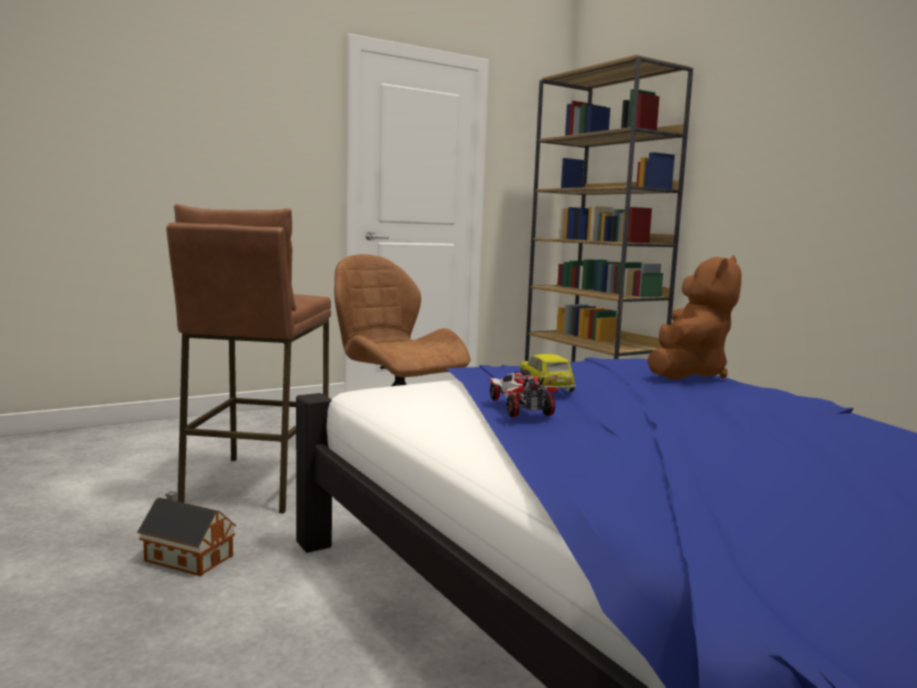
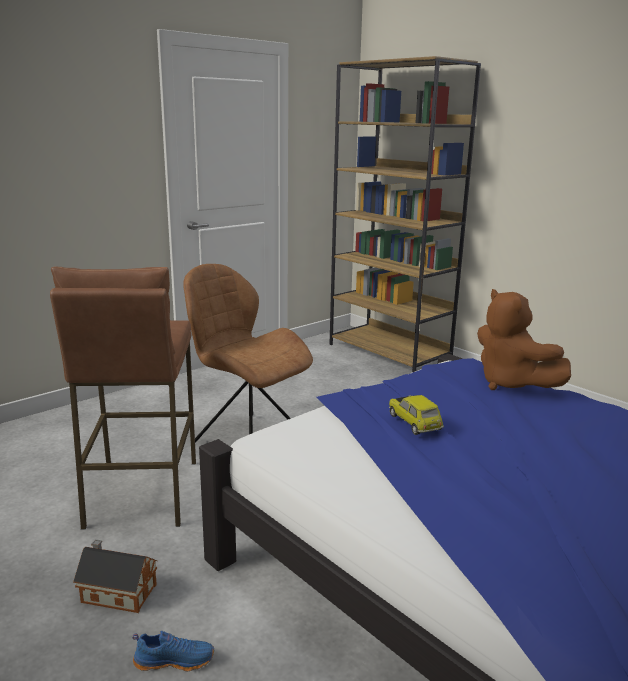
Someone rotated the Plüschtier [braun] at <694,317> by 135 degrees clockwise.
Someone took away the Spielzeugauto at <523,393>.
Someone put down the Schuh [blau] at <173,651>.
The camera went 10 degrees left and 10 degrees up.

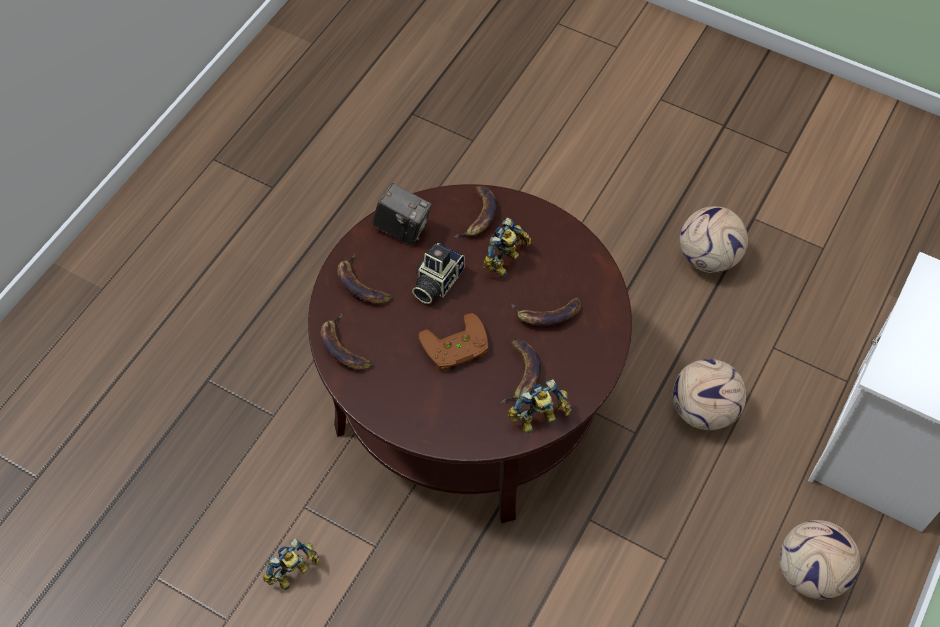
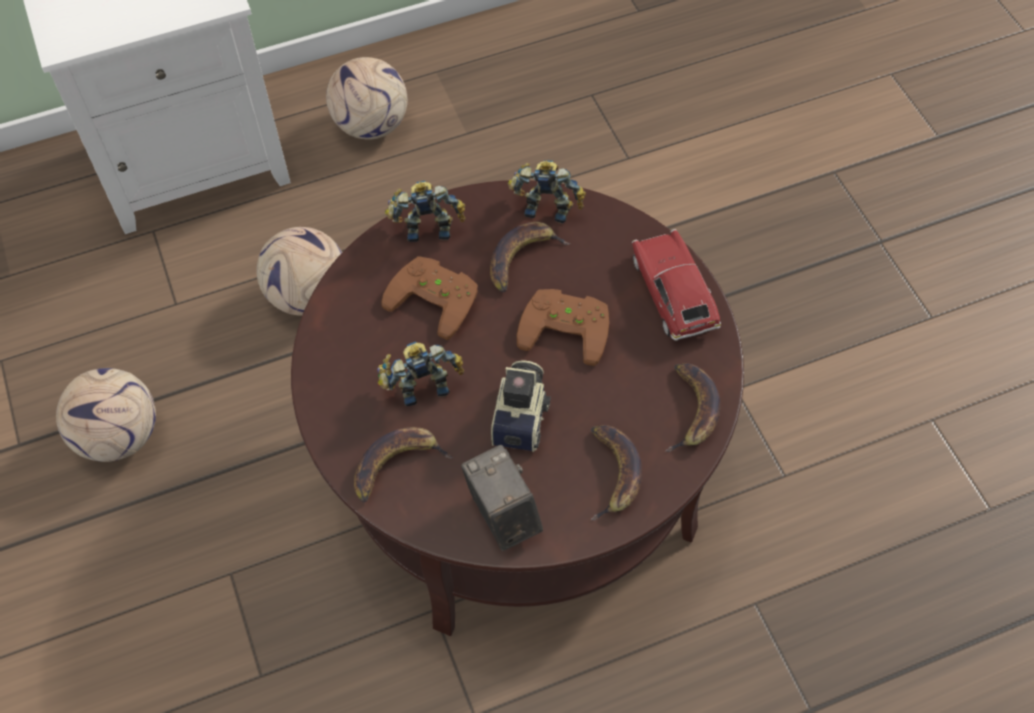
Someone rotated the Kamera at <438,273> by 60 degrees counterclockwise.
Someone swapped the Banane at <546,311> for the Gamepad [braun] at <429,298>.
Someone carried the Spielzeugroboter from <291,564> to <425,211>.
Someone put down the Spielzeugauto at <676,285>.
The camera went 140 degrees left and 0 degrees up.

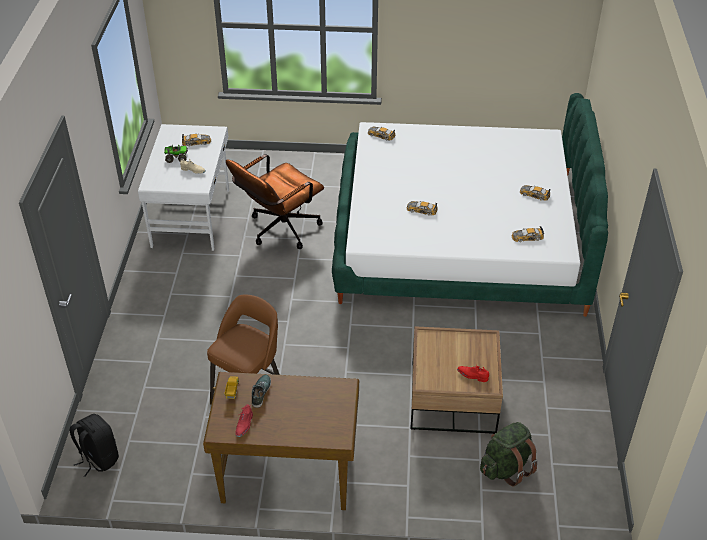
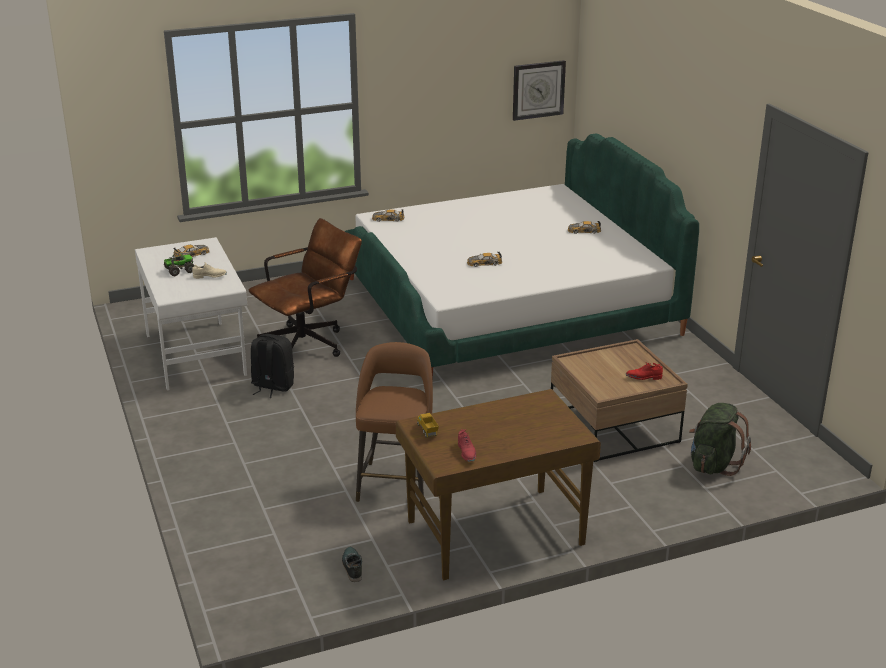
Someone rotated the Bürostuhl [braun] at <275,201> by 150 degrees counterclockwise.
Someone took away the Spielzeugauto at <528,234>.
Someone carried the Schuh from <261,391> to <352,564>.
Someone carried the Rucksack [schwarz] from <94,445> to <272,366>.
Someone put up the Wanduhr at <539,90>.
The camera went 25 degrees left and 15 degrees down.

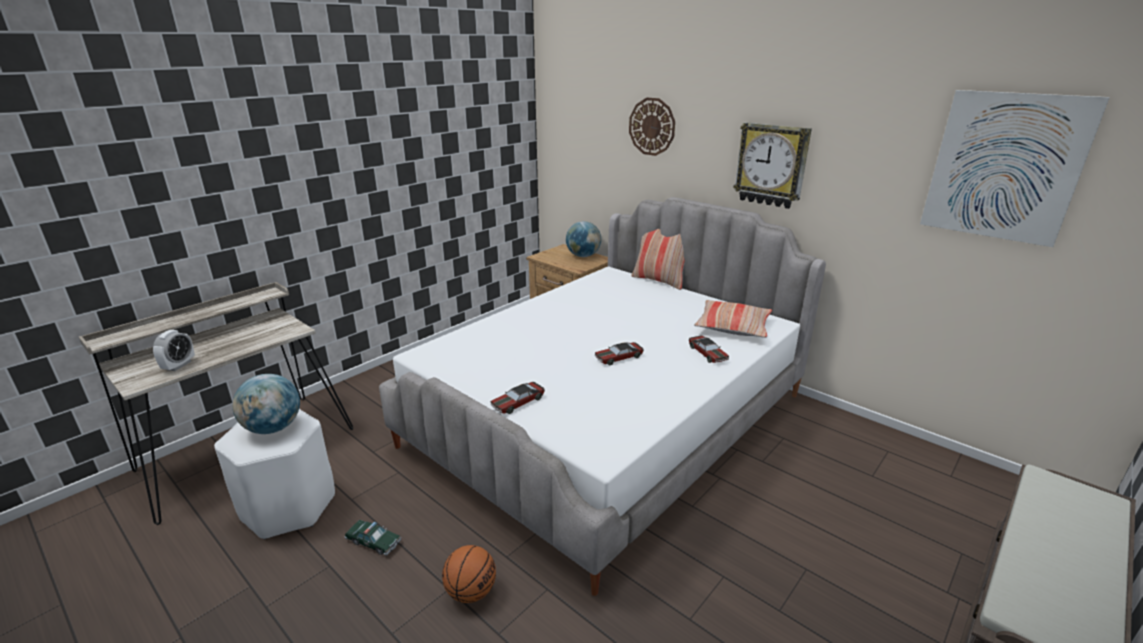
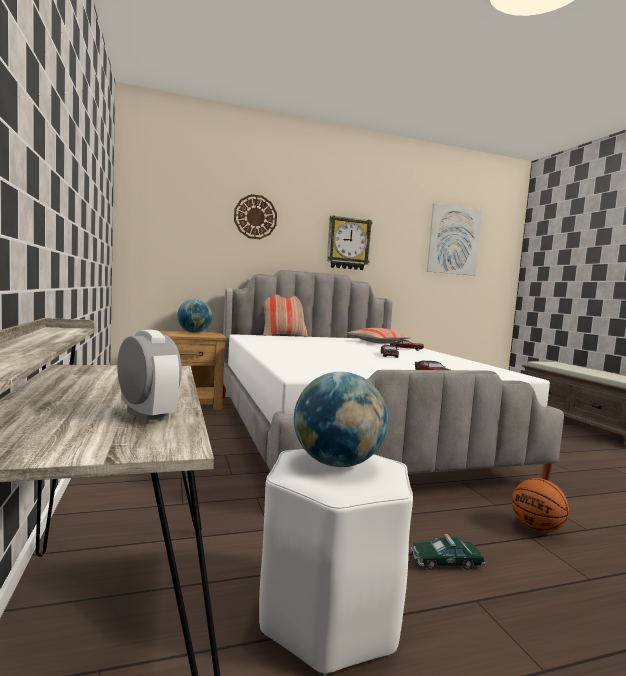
Someone rotated the Spielzeugauto at <372,538> by 150 degrees counterclockwise.
The camera went 60 degrees left and 20 degrees down.

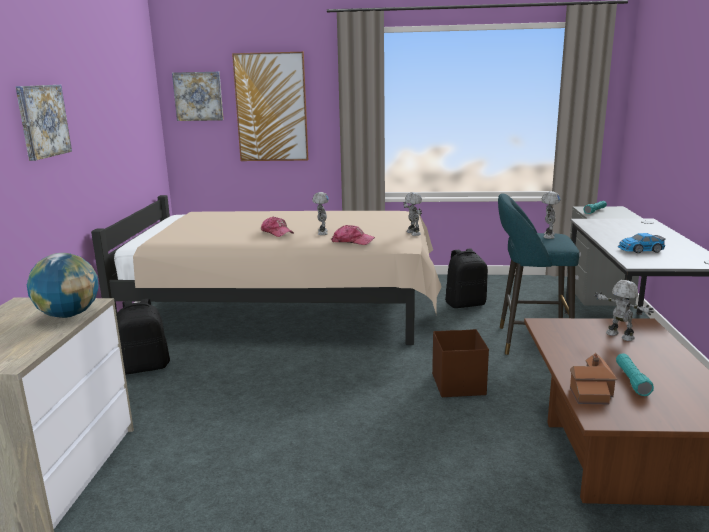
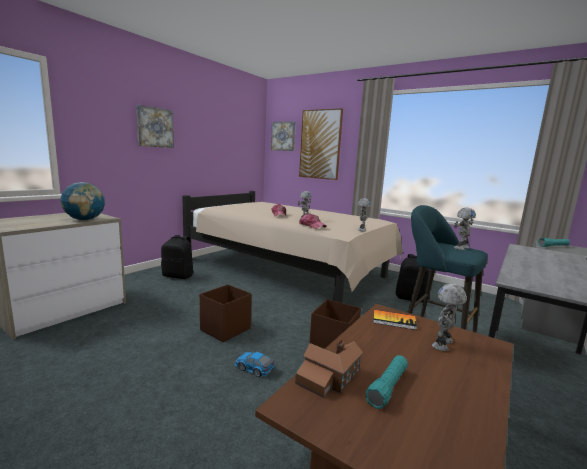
Someone carried the Spielzeugauto from <642,243> to <254,364>.
Someone rotated the Spielzeugroboter at <624,310> by 135 degrees counterclockwise.
Someone put down the Aufbewahrungsbox [braun] at <225,313>.
Someone put down the Buch at <395,320>.
The camera went 30 degrees right and 5 degrees down.

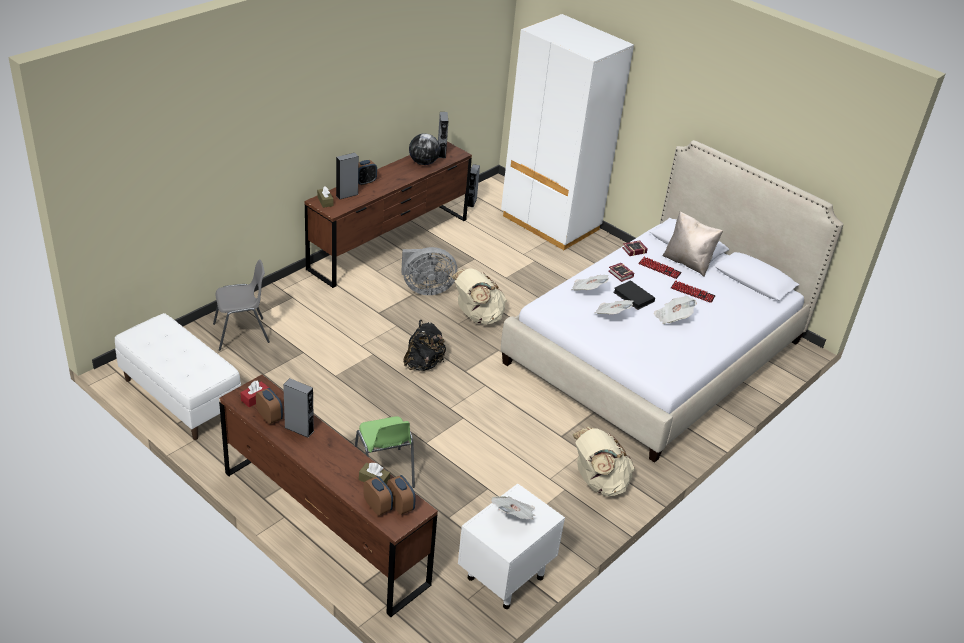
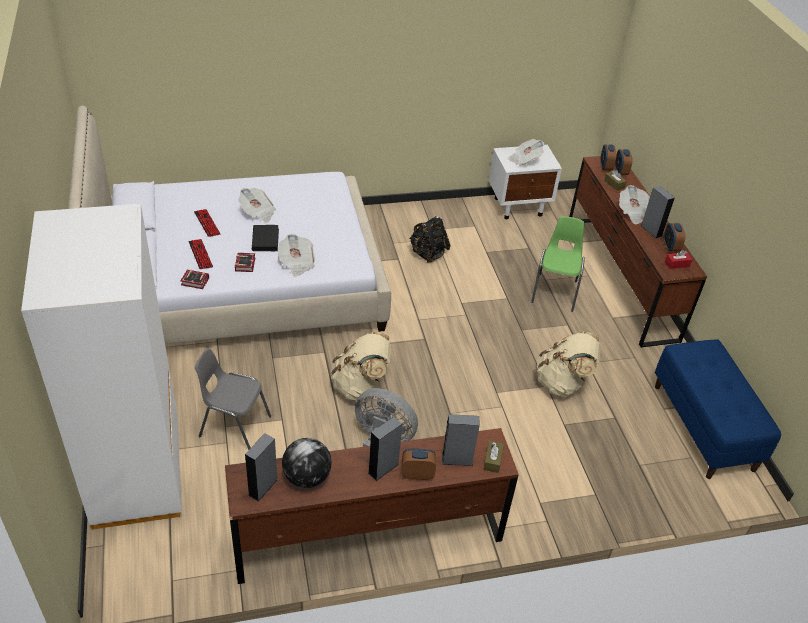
Someone carried the Lautsprecher [grau] from <474,185> to <385,449>.
Someone took away the Kissen [beige] at <692,244>.
Someone carried the Stuhl [grau] from <241,305> to <233,399>.
Someone carried the Zeitung from <614,307> to <634,204>.
Someone repainted the Bank [weiß] at <178,376>, which became the Bank [blau] at <718,409>.
Someone carried the Rucksack [schwarz] from <424,345> to <430,239>.
Someone carried the Rucksack [beige] from <603,461> to <569,364>.
The camera went 145 degrees left and 5 degrees up.

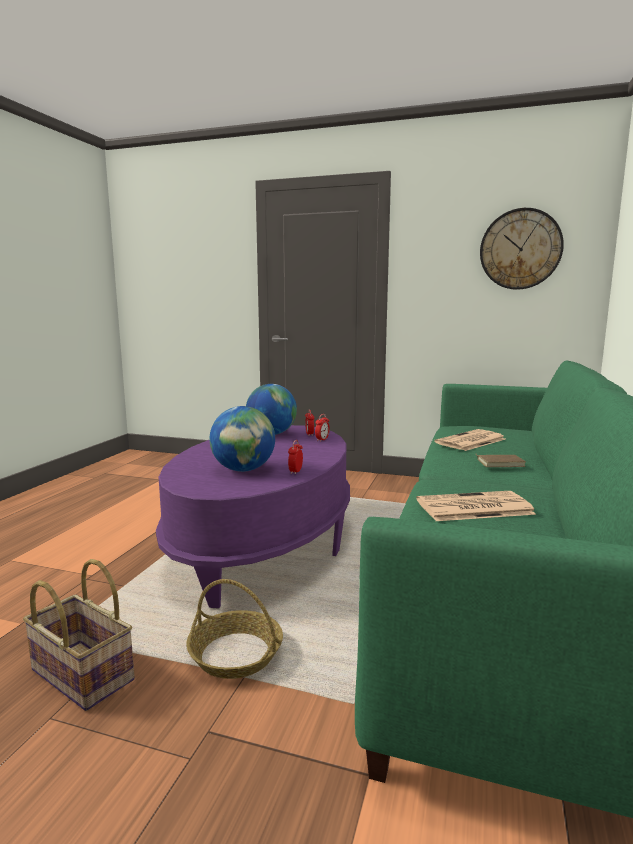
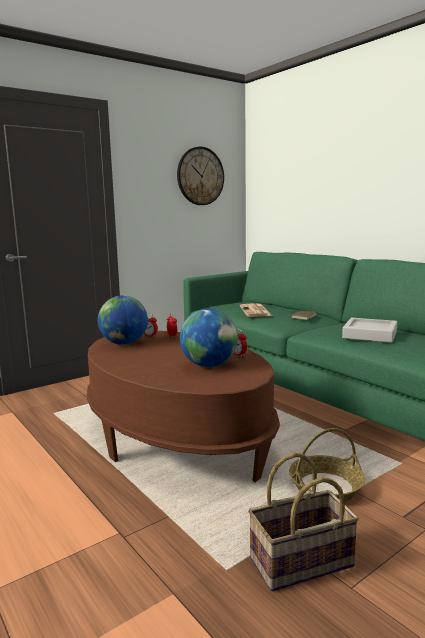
Someone repainted the Couchtisch [lila] at <253,516>, which became the Couchtisch [braun] at <183,406>.
Someone swapped the Zeitung at <476,506> for the Tablett [grau] at <369,330>.
The camera went 55 degrees left and 0 degrees up.

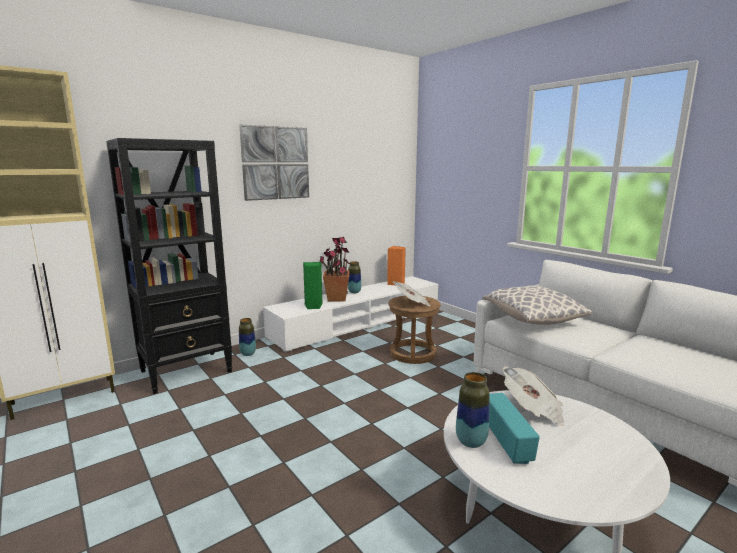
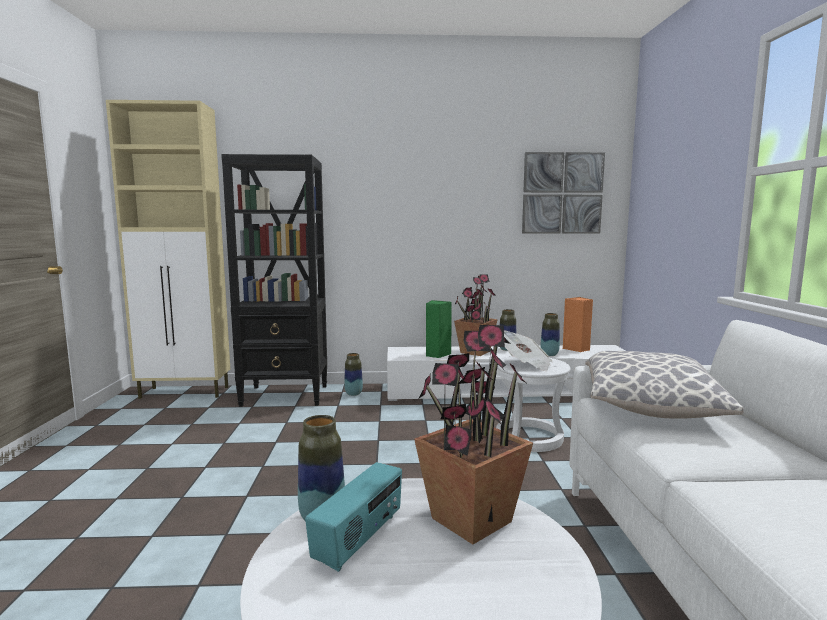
Someone carried the Bild from <274,162> to <563,193>.
Someone repainted the Hocker [braun] at <414,330>, which became the Hocker [weiß] at <533,404>.
Someone swapped the Zeitung at <533,396> for the Topfpflanze at <473,434>.
Someone put down the Vase at <550,334>.
The camera went 35 degrees right and 5 degrees down.

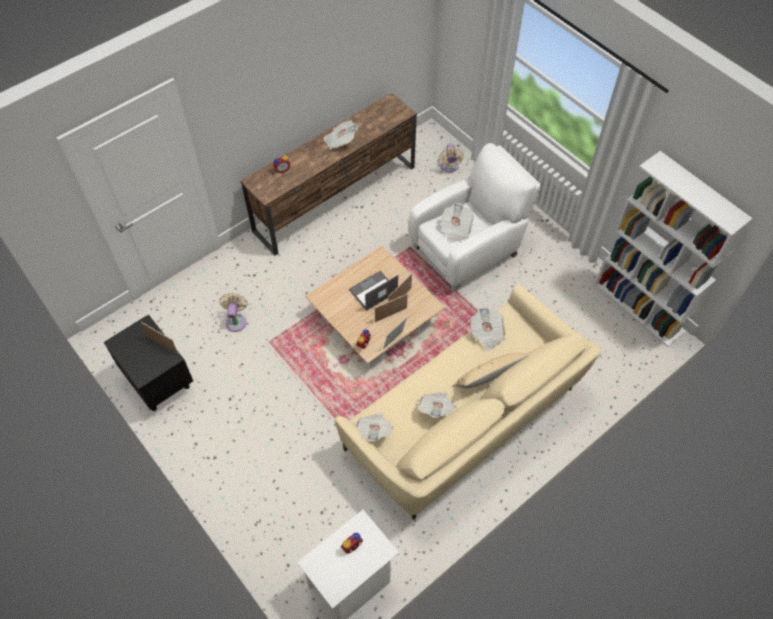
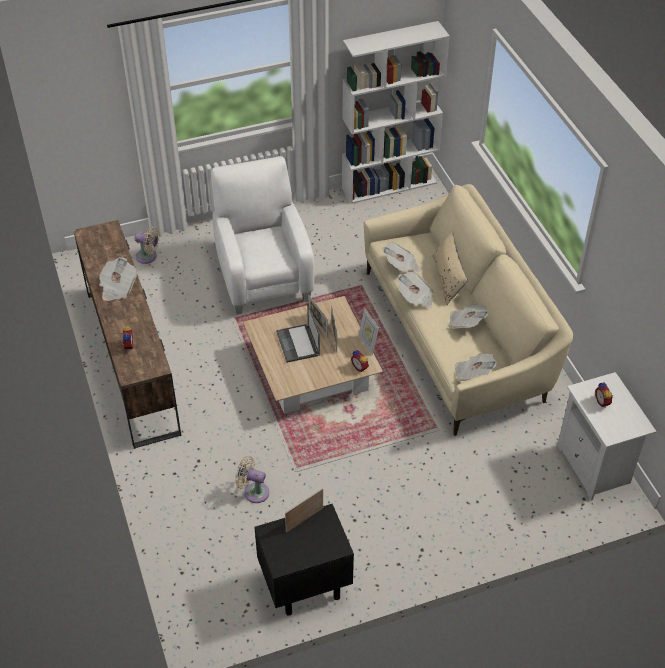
Someone carried the Zeitung from <457,223> to <415,290>.
The camera went 70 degrees left and 10 degrees down.

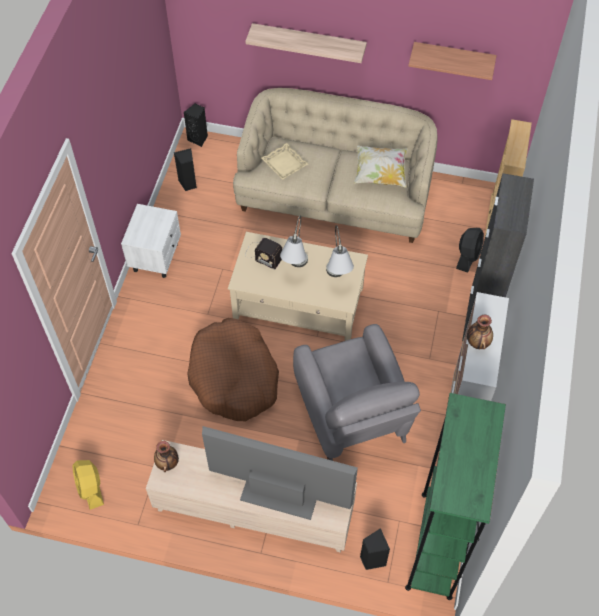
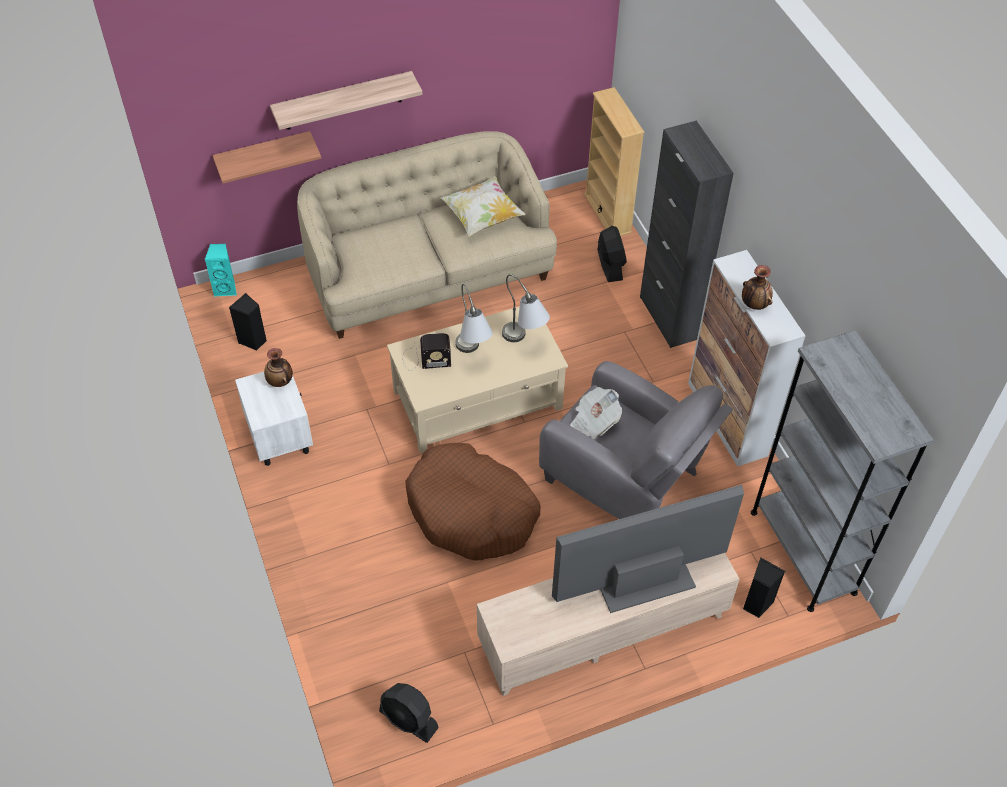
Someone carried the Wandregal from <452,61> to <266,157>.
Someone repainted the Lautsprecher [schwarz] at <195,125>, which became the Lautsprecher [türkis] at <221,270>.
Someone took away the Tablett [beige] at <284,161>.
Someone repainted the Bücherregal [grün] at <455,496>, which became the Bücherregal [grau] at <842,471>.
Someone carried the Vase from <166,456> to <278,367>.
Someone repainted the Ventilator [gelb] at <88,485>, which became the Ventilator [schwarz] at <409,713>.
Someone put down the Zeitung at <596,413>.
The camera went 35 degrees left and 5 degrees down.

